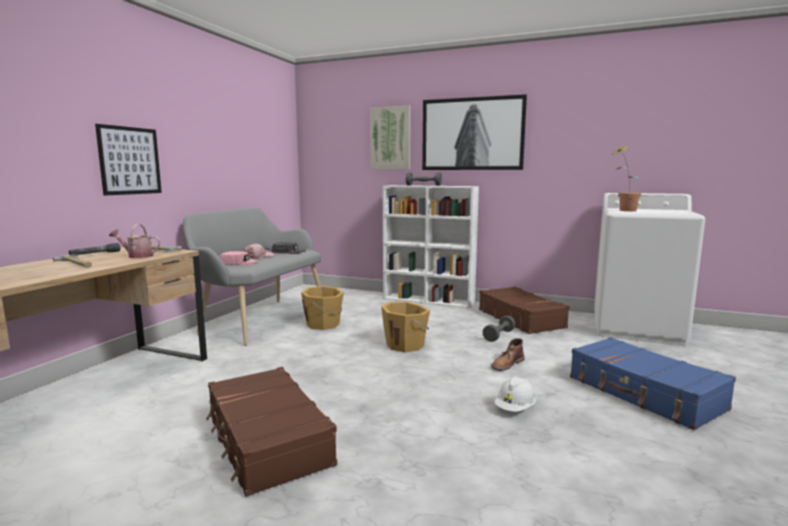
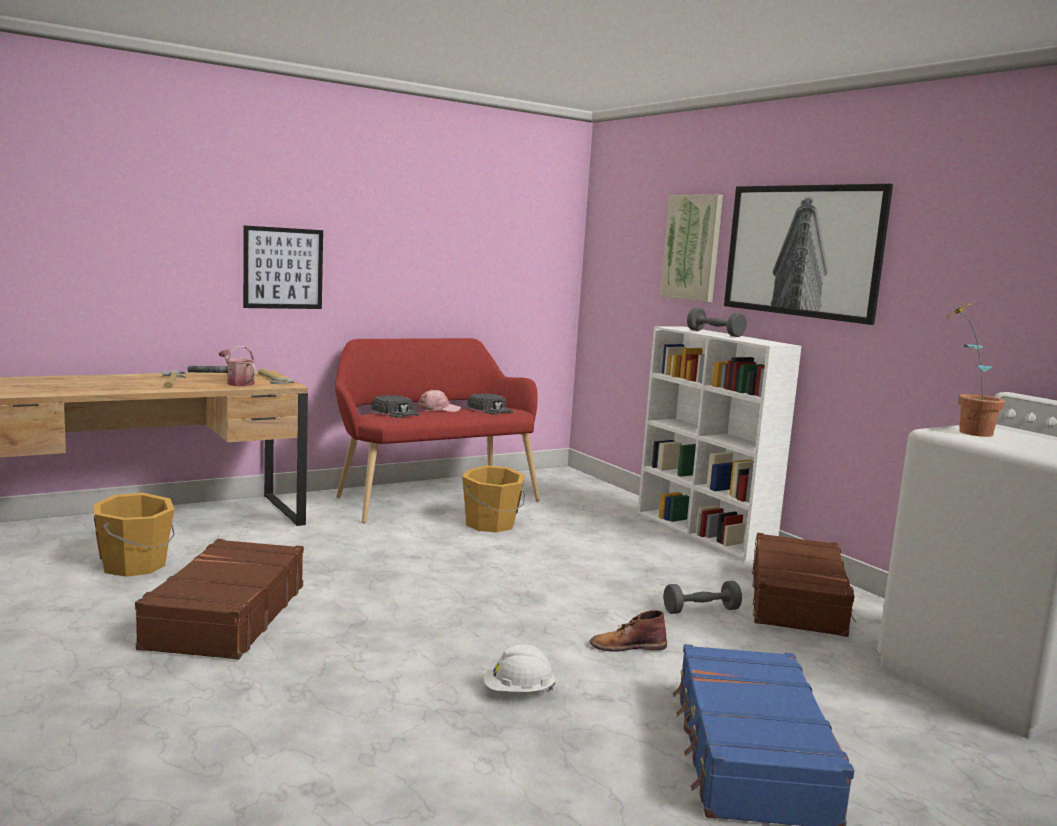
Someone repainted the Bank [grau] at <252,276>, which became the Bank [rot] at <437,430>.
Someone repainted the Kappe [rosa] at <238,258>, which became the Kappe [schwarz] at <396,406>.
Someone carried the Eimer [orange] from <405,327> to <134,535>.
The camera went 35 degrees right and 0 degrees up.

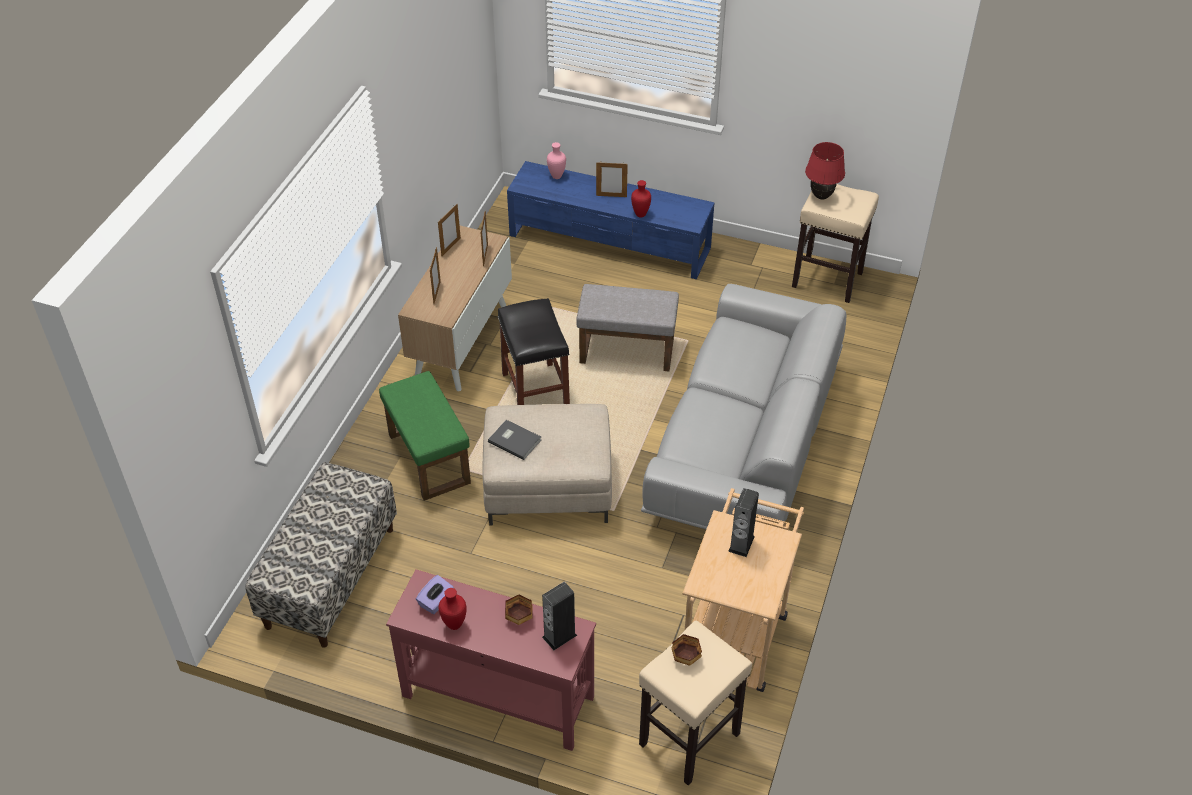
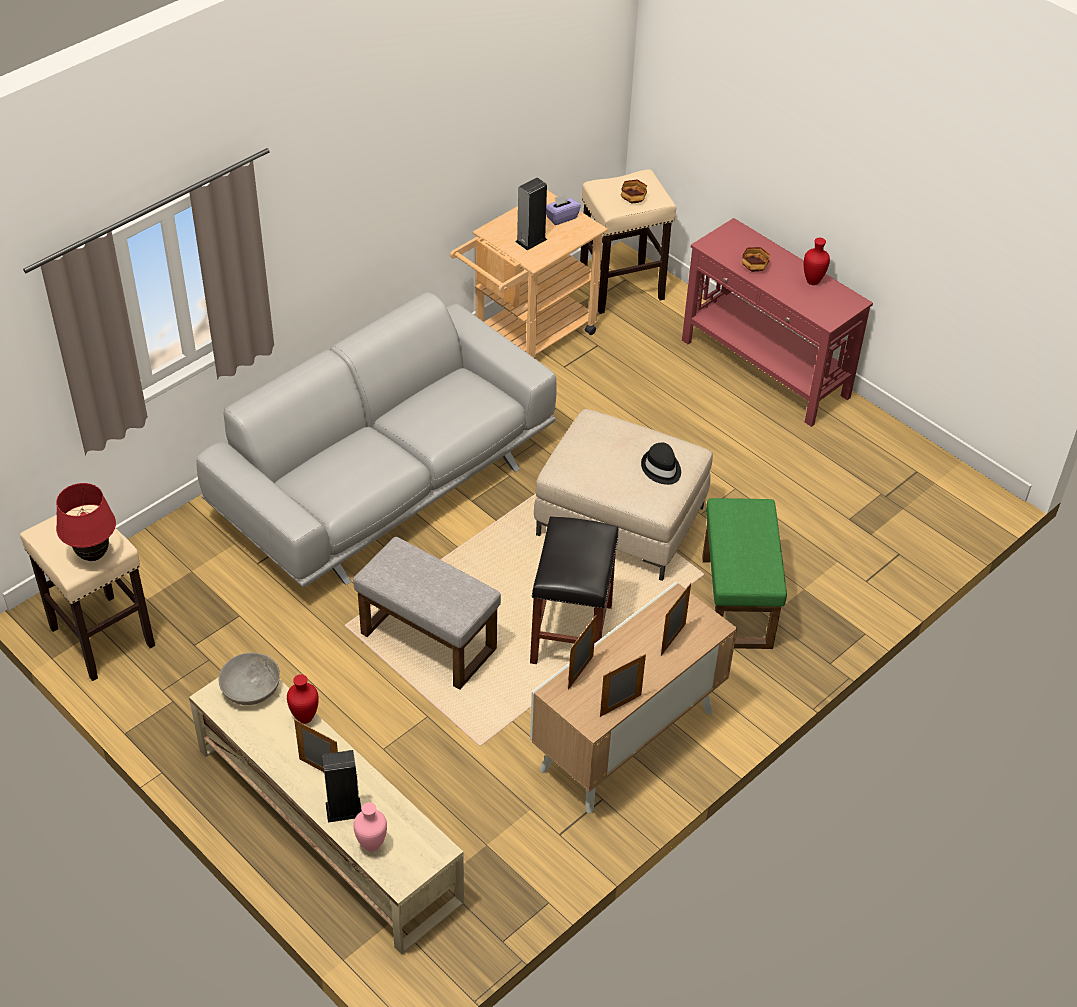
Someone repainted the Fernsehschrank [blau] at <611,220>, which became the Fernsehschrank [beige] at <326,816>.
Someone swapped the Buch [grau] at <515,440> for the Hut [schwarz] at <661,464>.
Someone took away the Bank at <321,555>.
Someone carried the Taschentuchbox [lila] from <435,594> to <563,209>.
Someone carried the Lautsprecher from <559,616> to <342,786>.
Someone put down the Schüssel [grau] at <249,678>.
The camera went 155 degrees left and 0 degrees up.

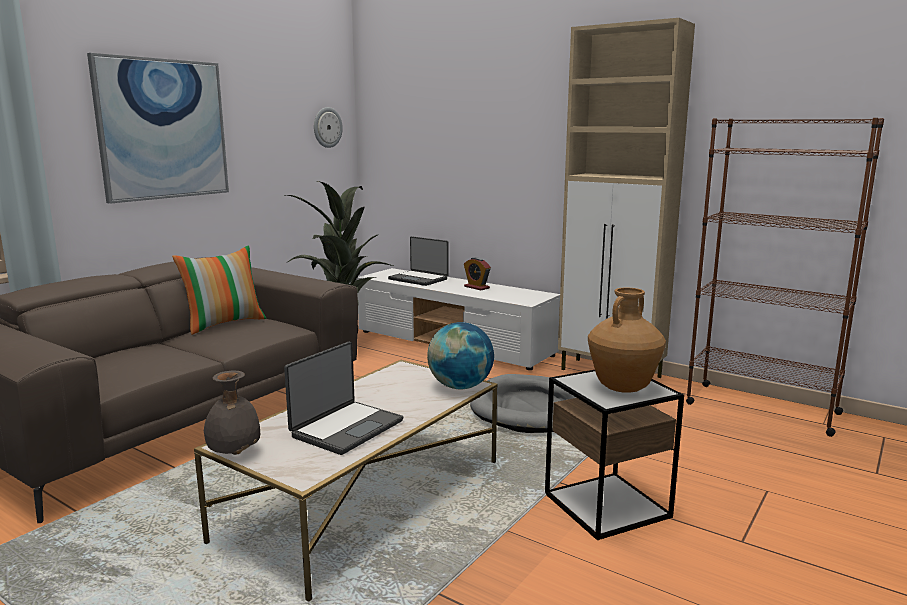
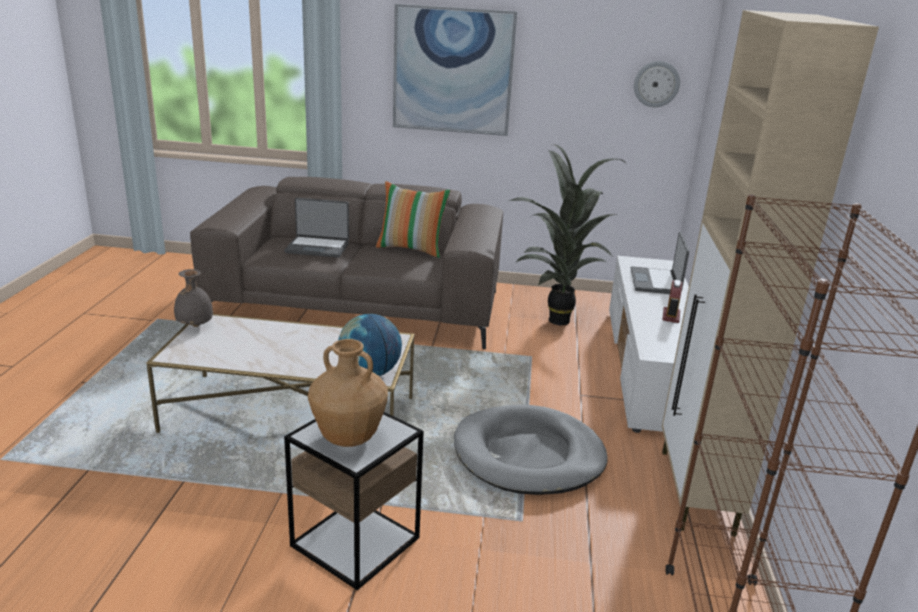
Someone carried the Laptop from <343,398> to <316,228>.
The camera went 60 degrees right and 10 degrees up.

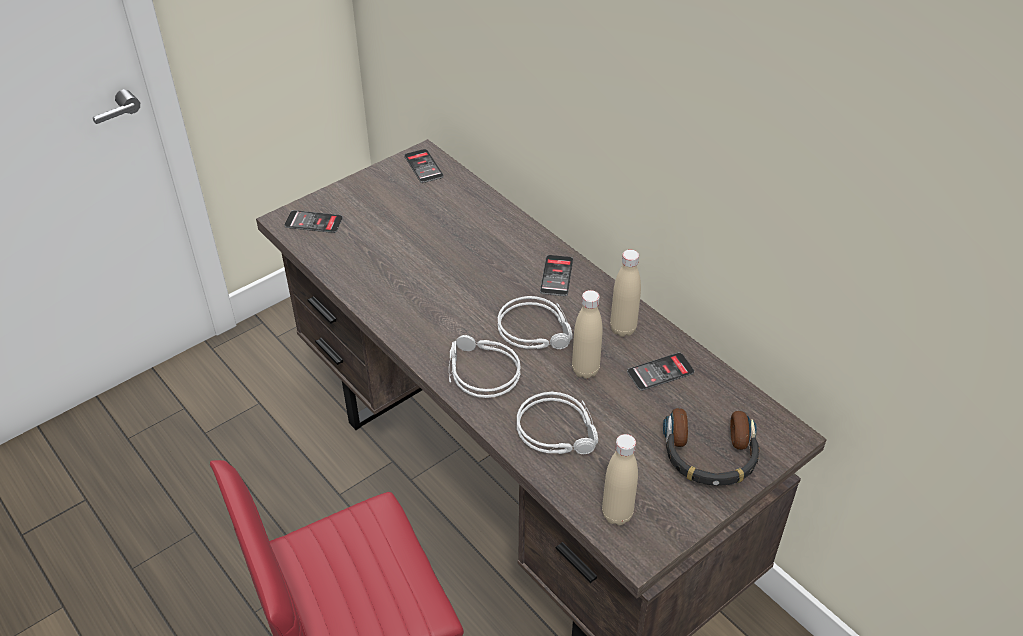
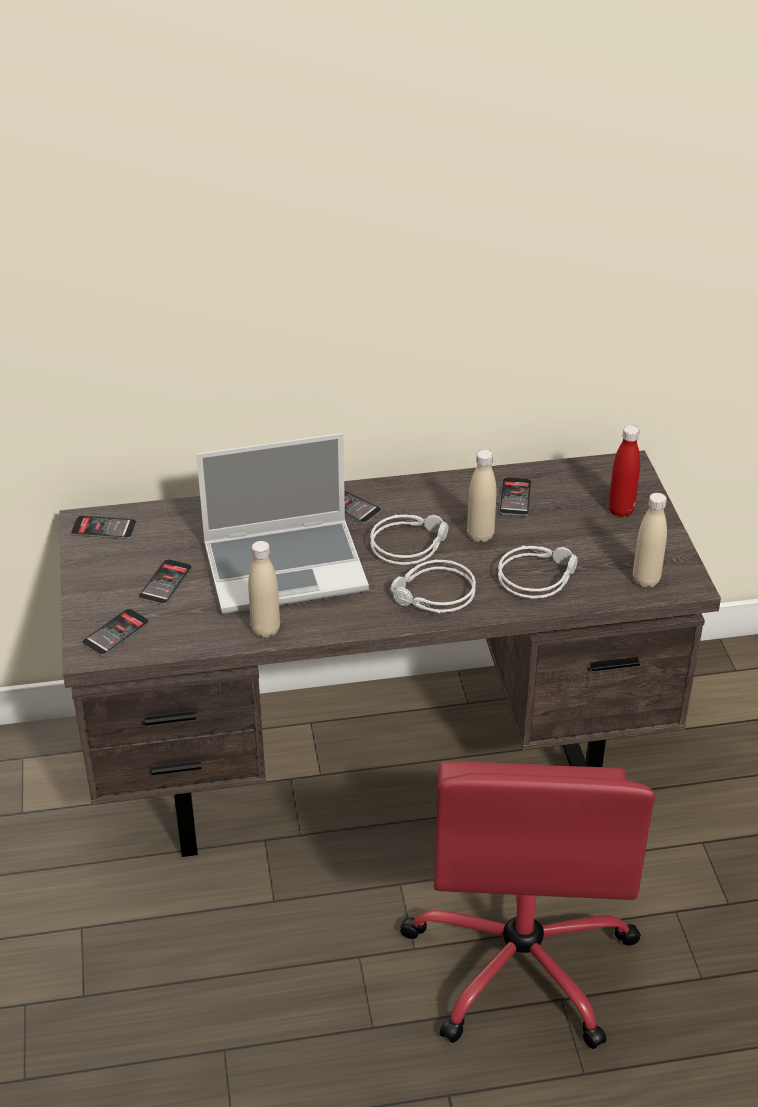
Someone carried the Flasche [beige] from <625,293> to <264,589>.
Someone swapped the Kopfhörer at <711,447> for the Flasche [rot] at <624,471>.
Someone put down the Laptop at <282,523>.
Someone put down the Handy at <165,582>.
The camera went 60 degrees left and 5 degrees down.

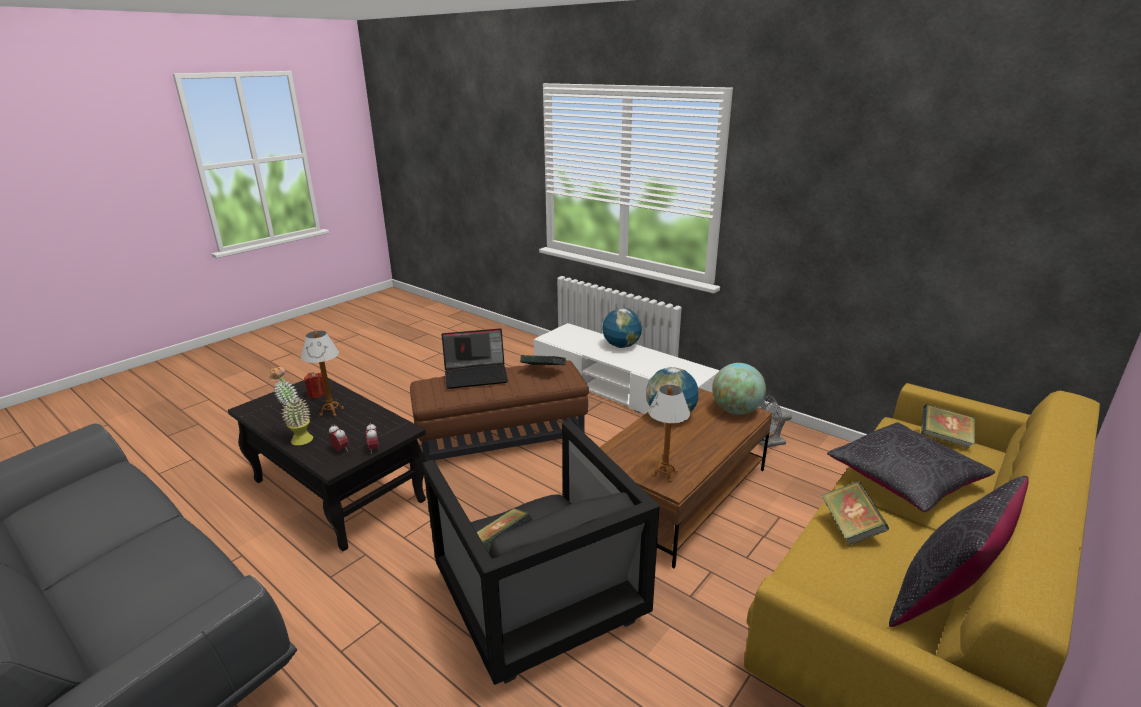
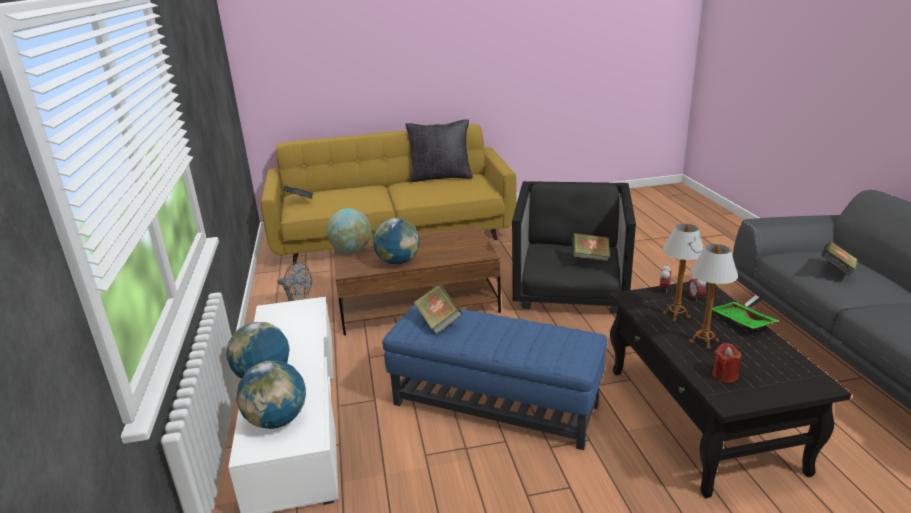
Someone took away the Laptop at <474,358>.
Someone repainted the Polsterhocker [braun] at <499,411>, which became the Polsterhocker [blau] at <494,377>.
Someone swapped the Topfpflanze at <291,406> for the Tablett [grün] at <745,315>.
Someone carried the Tischlampe from <669,433> to <683,273>.
Someone took away the Kissen [schwarz] at <911,467>.
Someone carried the Buch from <855,513> to <839,258>.
Someone put down the Globus at <271,394>.
The camera went 140 degrees left and 0 degrees up.

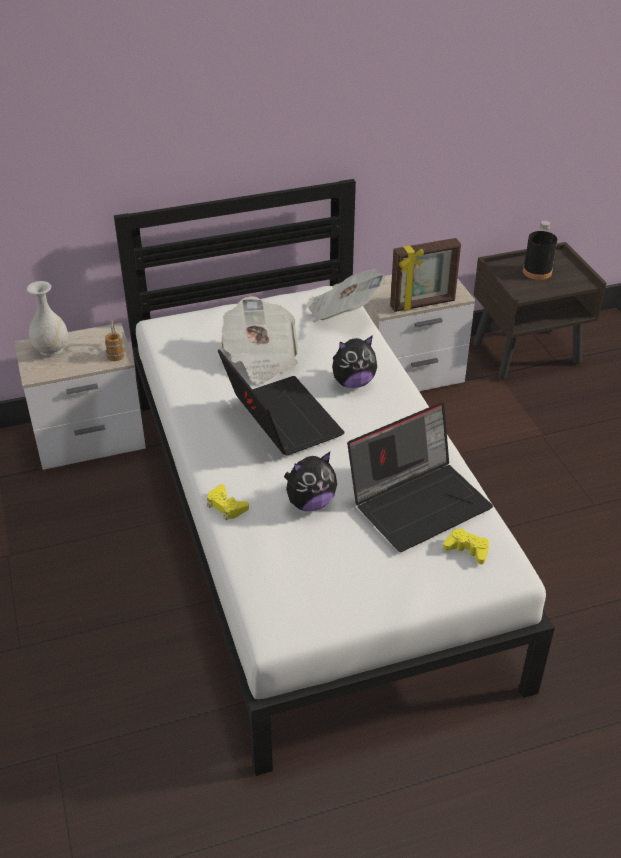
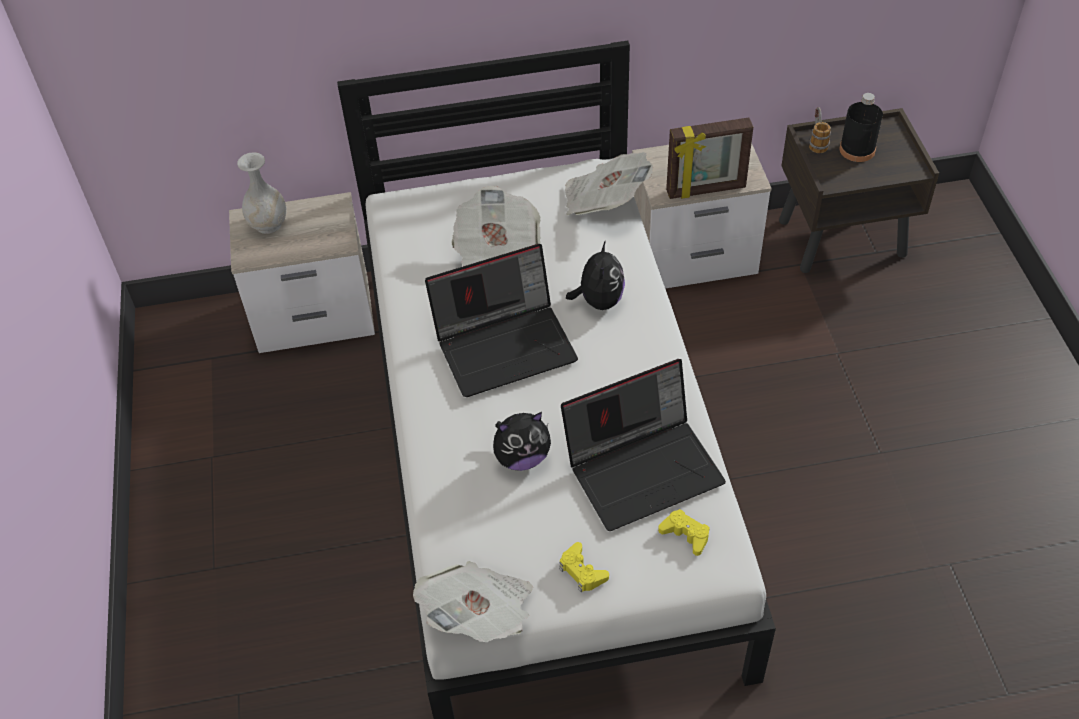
Someone carried the Henkelbecher from <114,340> to <820,130>.
Someone rotated the Plüschtier at <354,361> by 75 degrees counterclockwise.
Someone rotated the Laptop at <281,402> by 90 degrees clockwise.
Someone carried the Gamepad [gelb] from <228,502> to <584,567>.
Someone put down the Zeitung at <473,601>.
The camera went 10 degrees right and 10 degrees up.

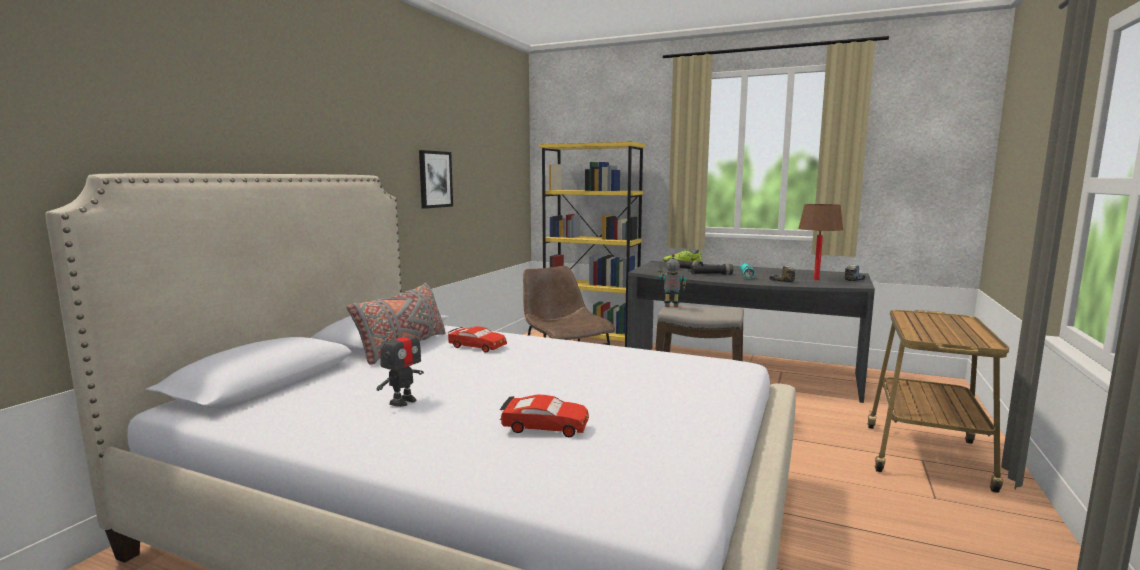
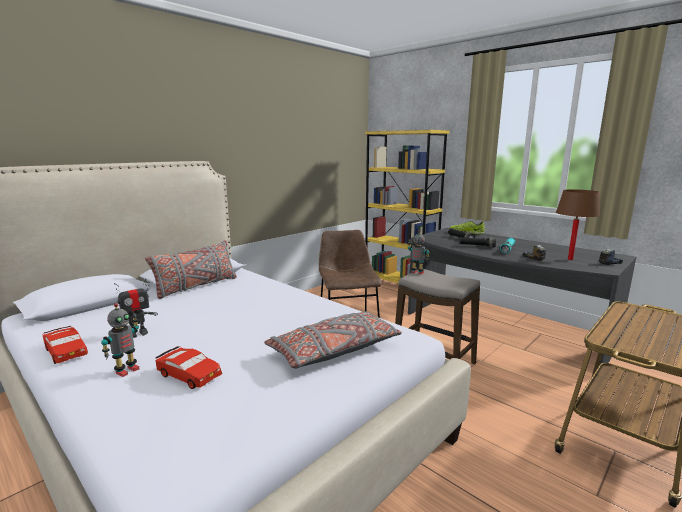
Someone took away the Bild at <436,179>.
Someone carried the Spielzeugauto [rot] from <477,339> to <65,345>.
Someone put down the Spielzeugroboter at <120,340>.
Someone put down the Kissen [grau] at <333,340>.
The camera went 20 degrees right and 5 degrees up.

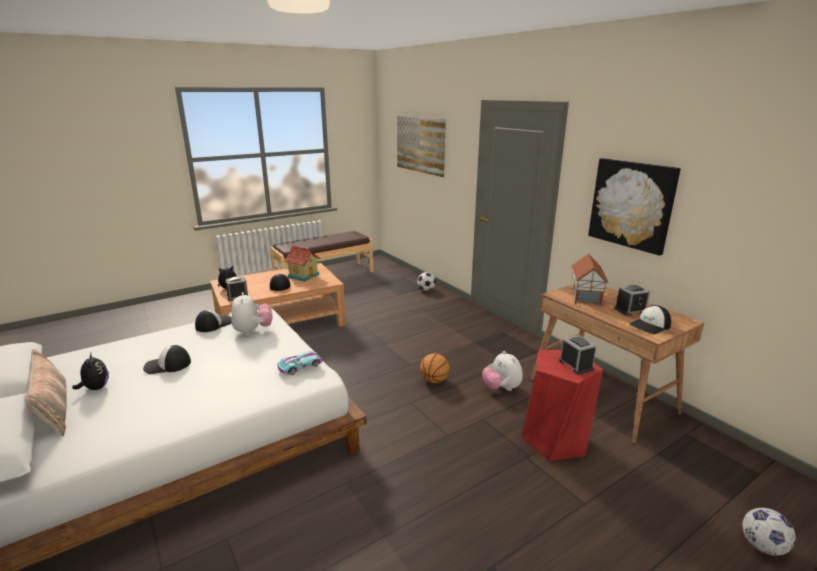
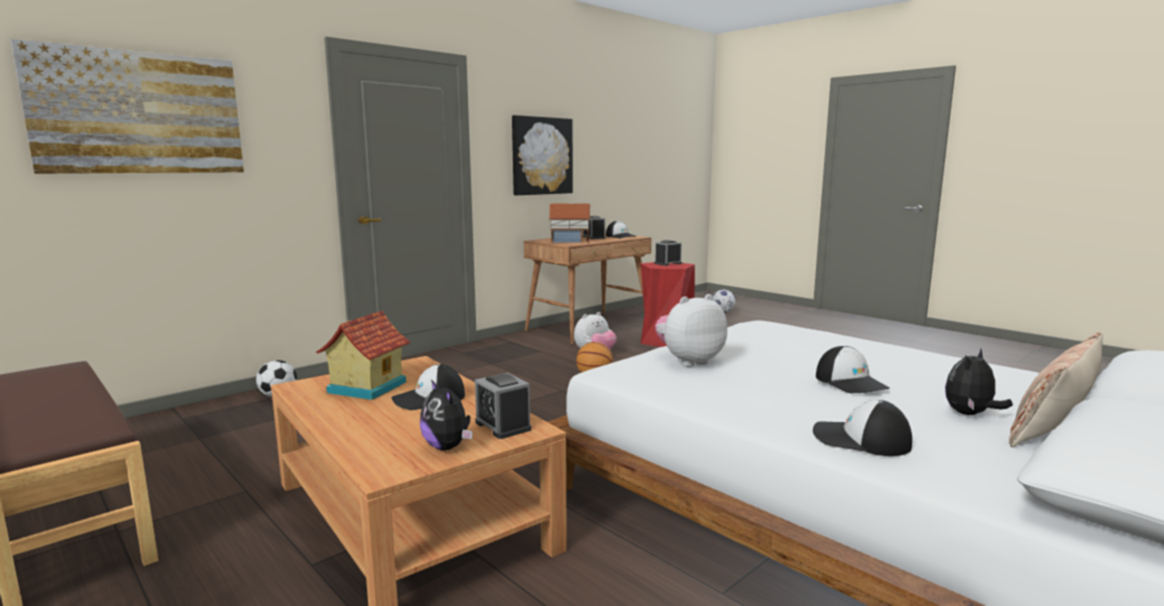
Someone carried the Kappe from <213,321> to <862,428>.
Someone took away the Spielzeugauto at <300,363>.
The camera went 100 degrees left and 10 degrees down.

